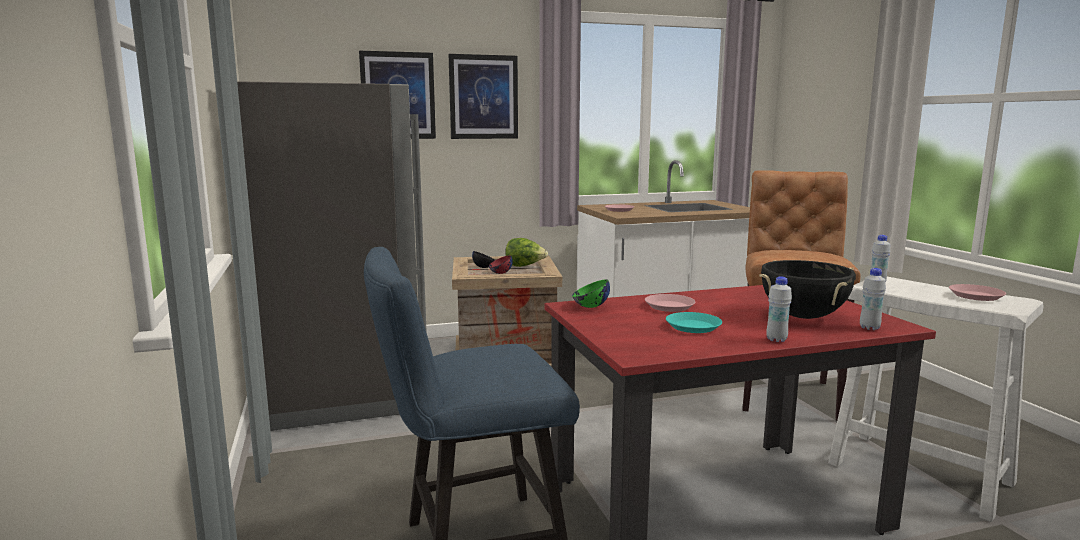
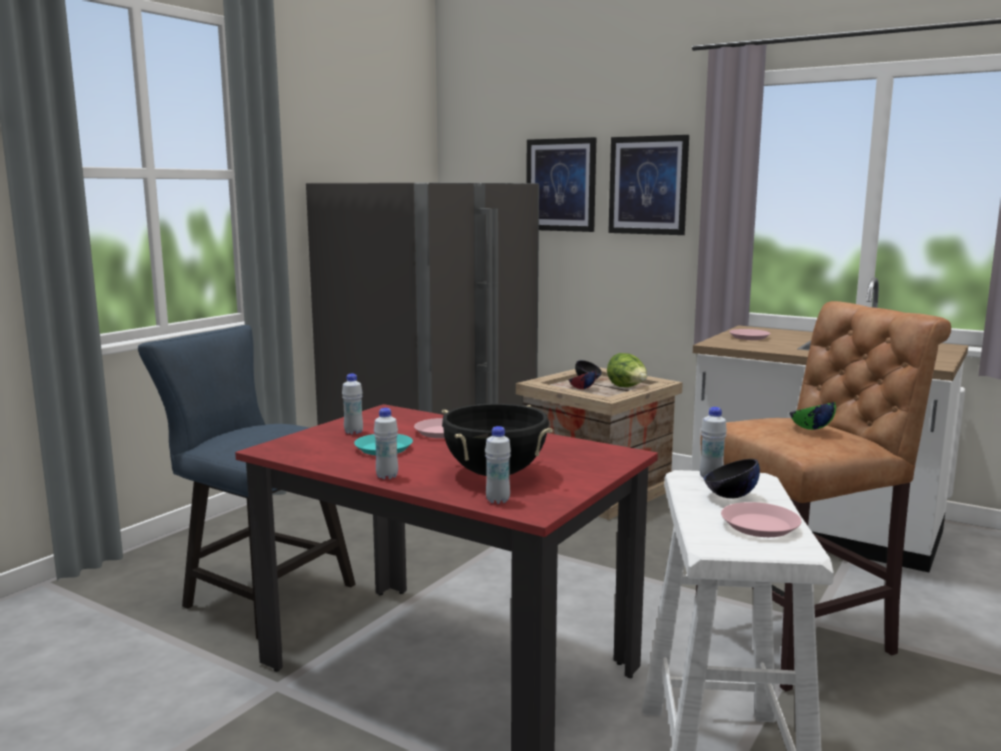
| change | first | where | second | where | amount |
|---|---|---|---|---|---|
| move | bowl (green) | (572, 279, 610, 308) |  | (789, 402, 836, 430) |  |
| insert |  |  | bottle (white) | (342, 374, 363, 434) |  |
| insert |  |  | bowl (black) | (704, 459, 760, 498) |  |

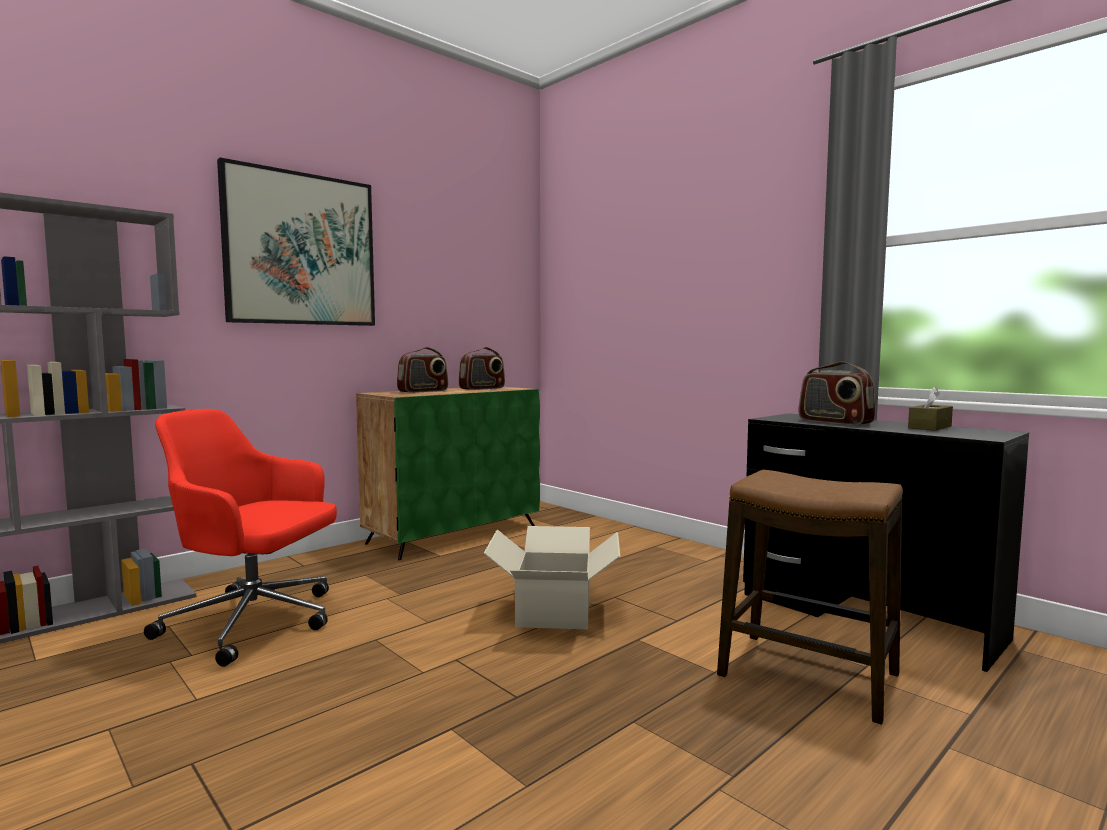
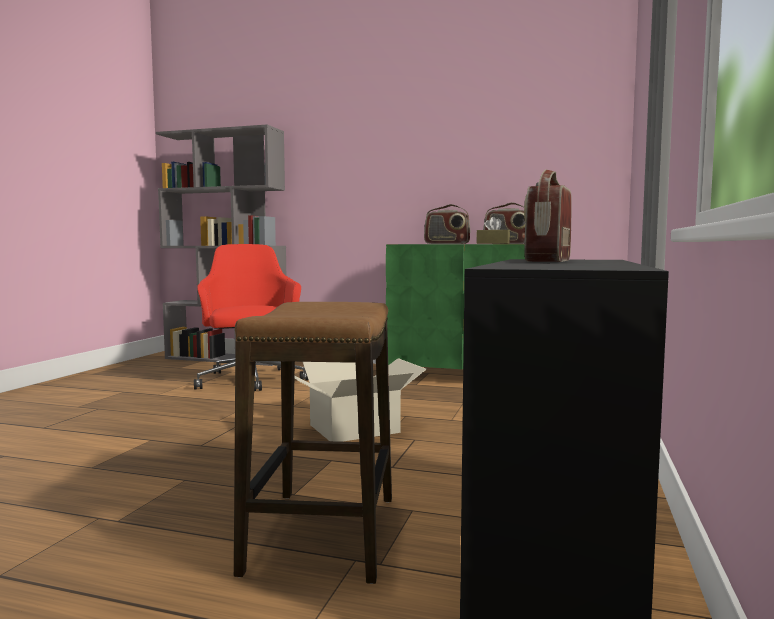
| change | first | where | second | where | amount |
|---|---|---|---|---|---|
| delete | picture | (217, 157, 375, 326) |  |  |  |
| move | tissue box (brown) | (908, 387, 953, 431) |  | (476, 217, 510, 244) |  |

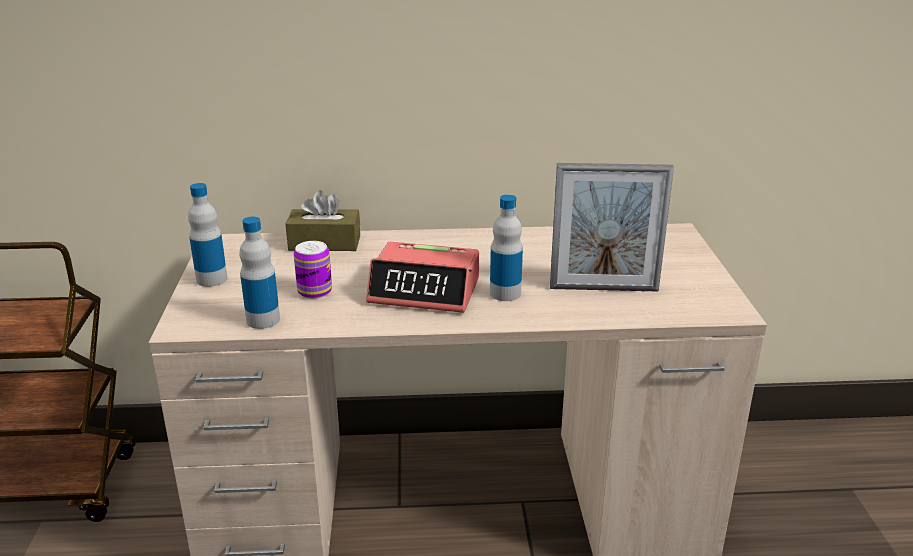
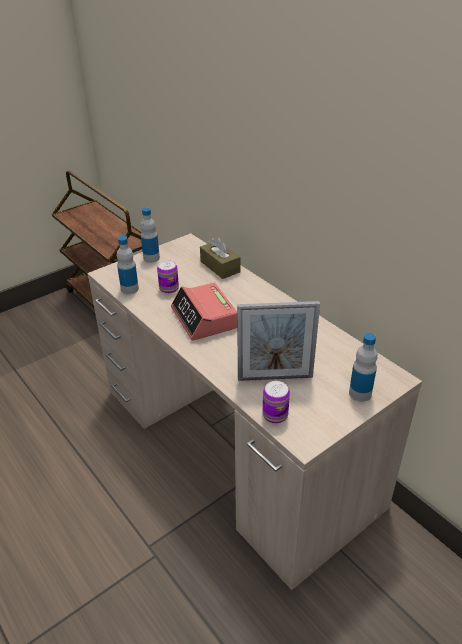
| change | first | where | second | where | amount |
|---|---|---|---|---|---|
| move | bottle | (490, 195, 523, 301) |  | (349, 333, 378, 402) |  |
| rotate | picture frame | (550, 163, 674, 291) |  | (237, 301, 320, 381) | 60 degrees counterclockwise |
| insert |  |  | can | (263, 381, 290, 424) |  |

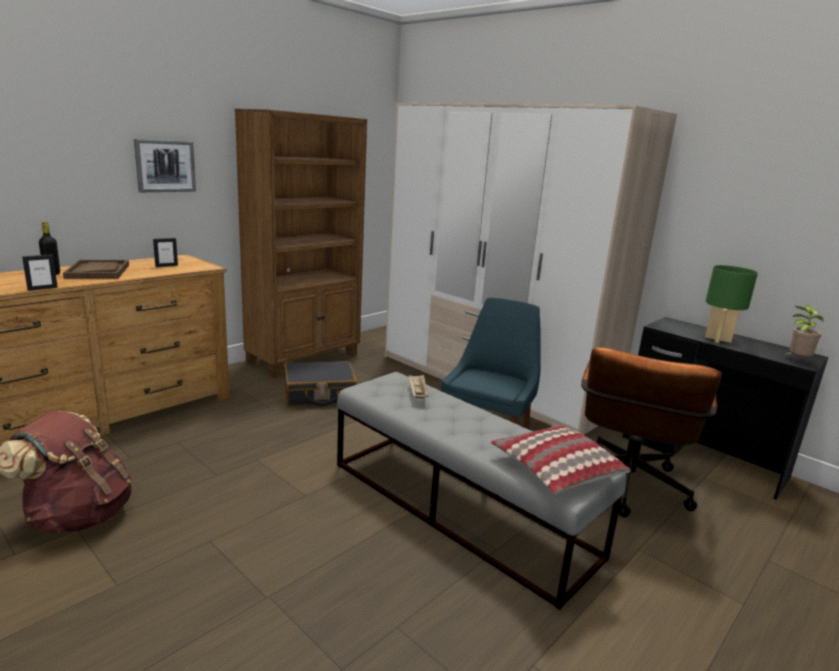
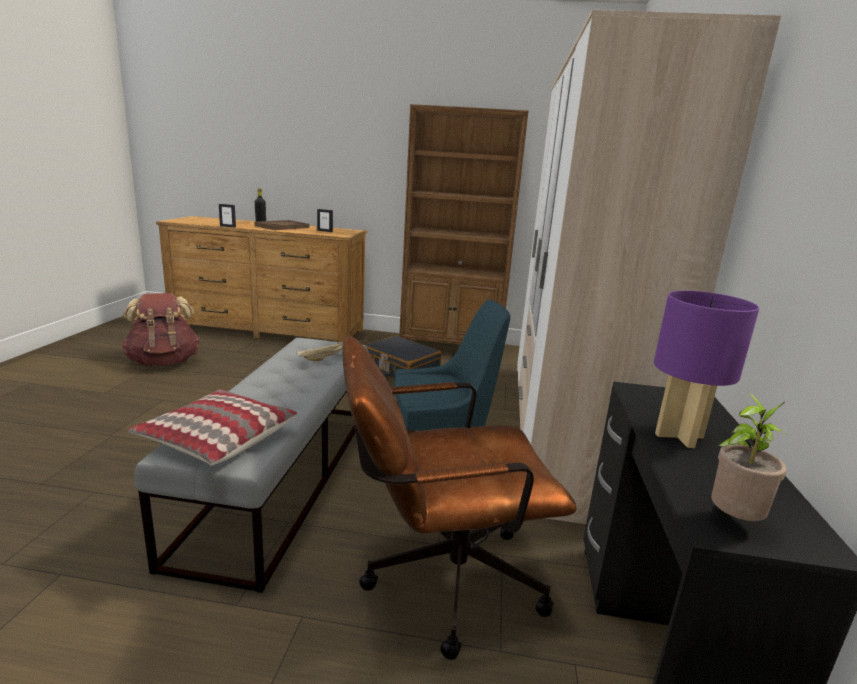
| change | first | where | second | where | amount |
|---|---|---|---|---|---|
| delete | picture | (134, 139, 196, 192) |  |  |  |
| recolor | table lamp (green) | (705, 265, 758, 343) | table lamp (purple) | (654, 290, 759, 448) |  |

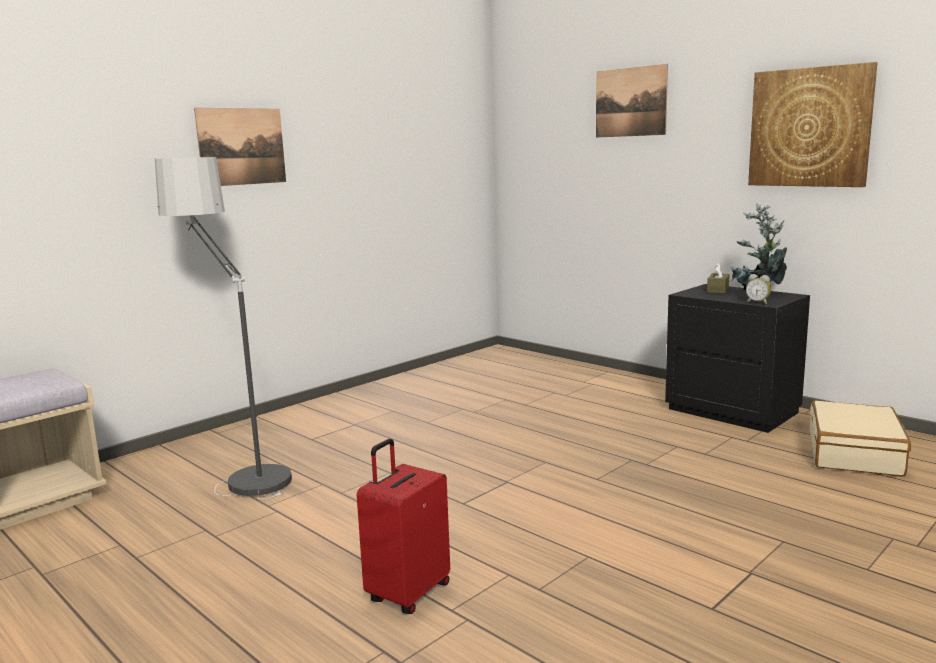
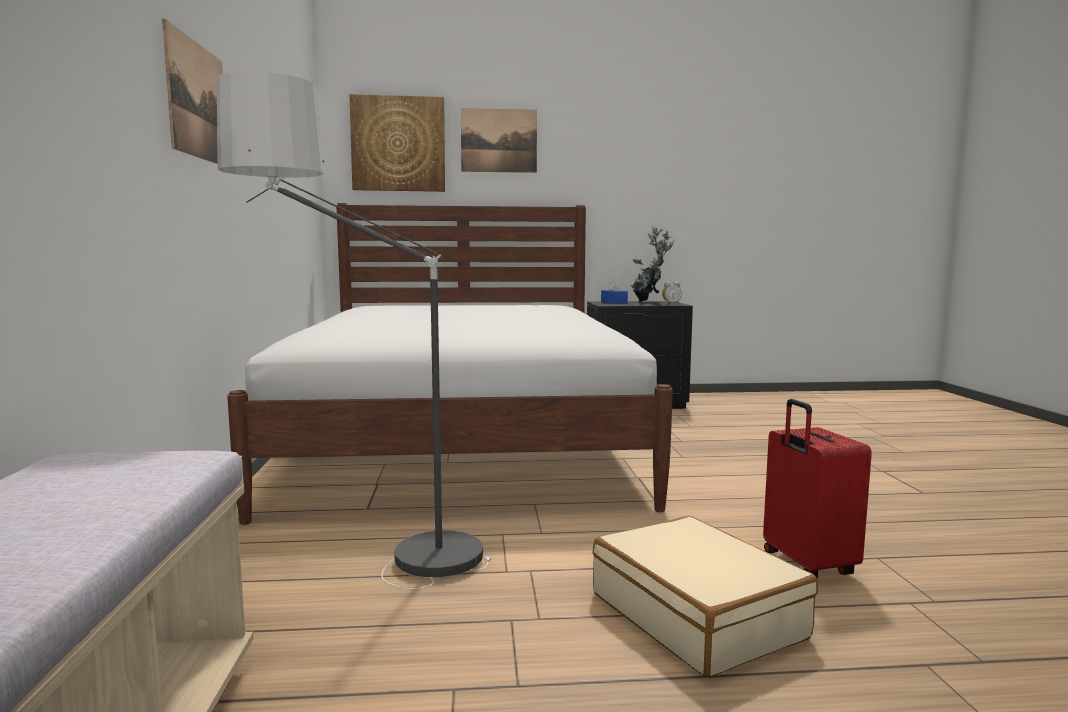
| change | first | where | second | where | amount |
|---|---|---|---|---|---|
| recolor | tissue box (brown) | (707, 263, 730, 293) | tissue box (blue) | (601, 279, 628, 304) |  |
| move | picture | (748, 62, 878, 187) |  | (349, 94, 445, 192) |  |
| move | suitcase (beige) | (810, 400, 911, 477) |  | (593, 516, 818, 677) |  |
| insert |  |  | bed (white) | (227, 203, 673, 525) |  |

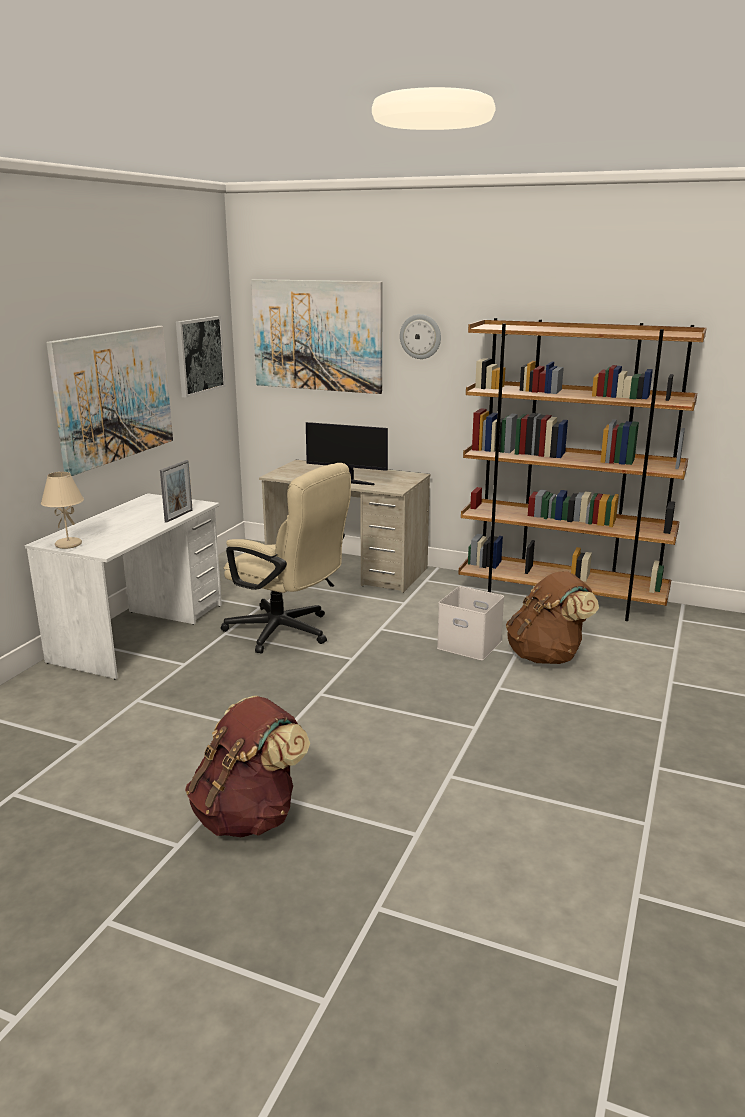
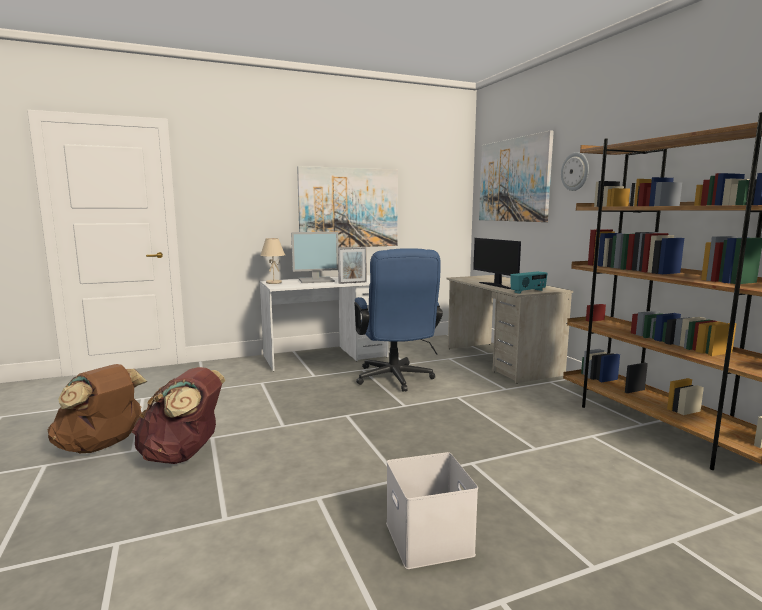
| change | first | where | second | where | amount |
|---|---|---|---|---|---|
| delete | picture | (176, 316, 226, 398) |  |  |  |
| recolor | office chair (beige) | (221, 463, 351, 654) | office chair (blue) | (354, 248, 443, 392) |  |
| move | storage box (white) | (437, 586, 504, 660) |  | (386, 452, 478, 569) |  |
| move | backpack (brown) | (506, 571, 599, 664) |  | (48, 364, 147, 453) |  |
| insert |  |  | monitor | (291, 232, 338, 283) |  |
| insert |  |  | radio | (510, 271, 548, 294) |  |

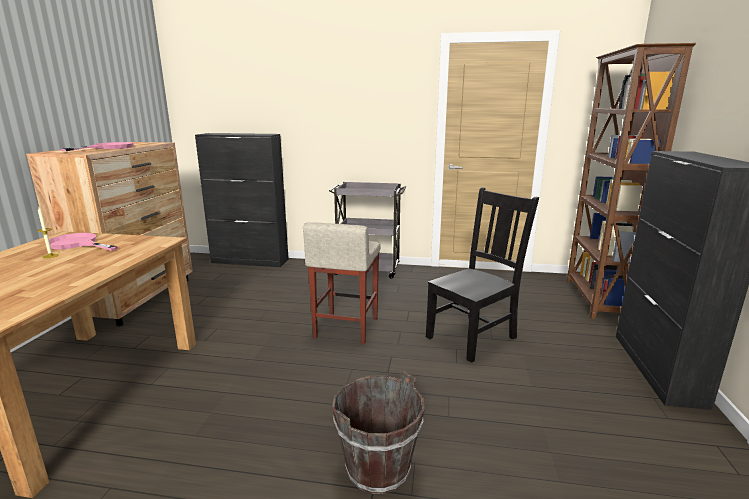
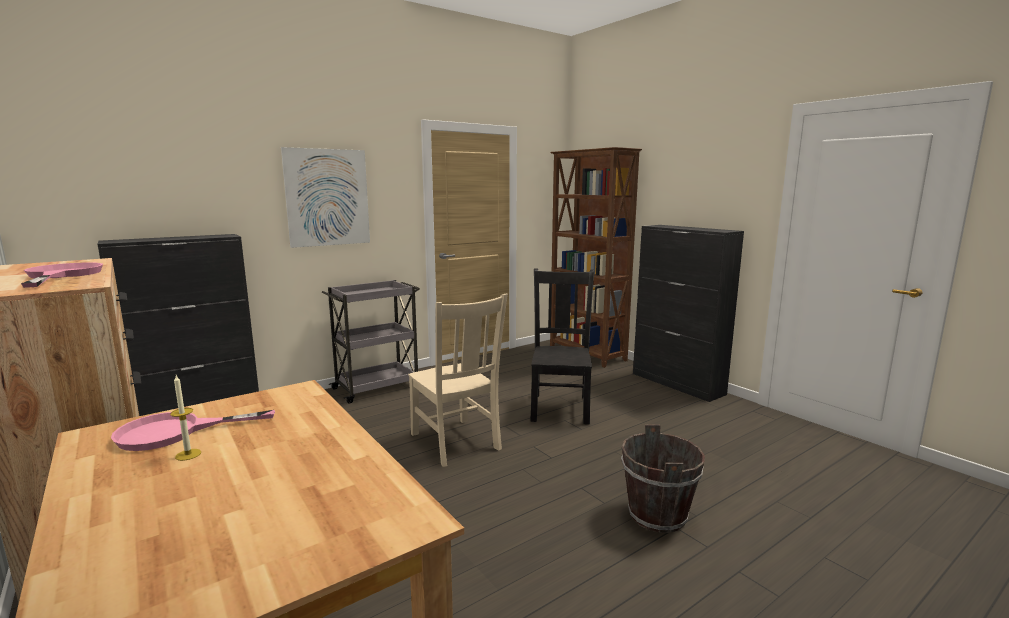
| change | first | where | second | where | amount |
|---|---|---|---|---|---|
| replace | stool (beige) | (303, 222, 380, 344) | chair (beige) | (408, 294, 508, 467) |  |
| insert |  |  | picture | (281, 147, 370, 248) |  |

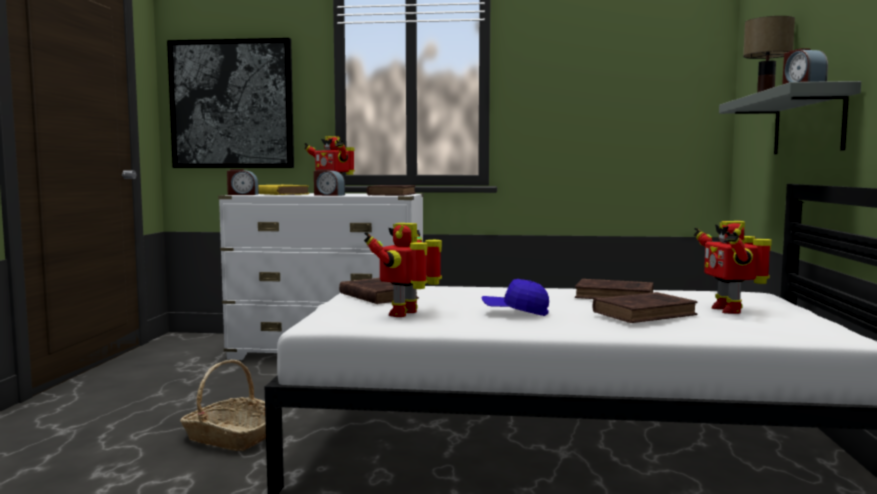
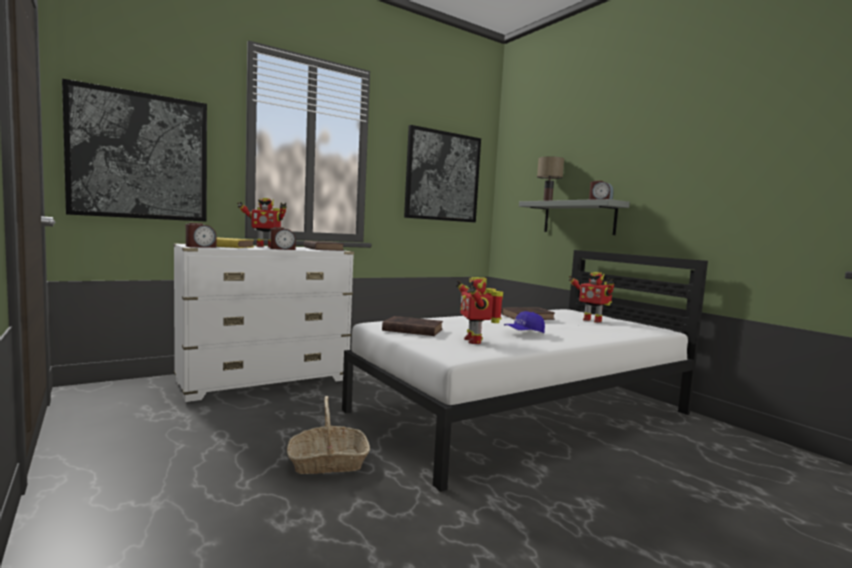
| change | first | where | second | where | amount |
|---|---|---|---|---|---|
| delete | book (brown) | (593, 292, 698, 323) |  |  |  |
| insert |  |  | picture | (404, 125, 481, 222) |  |

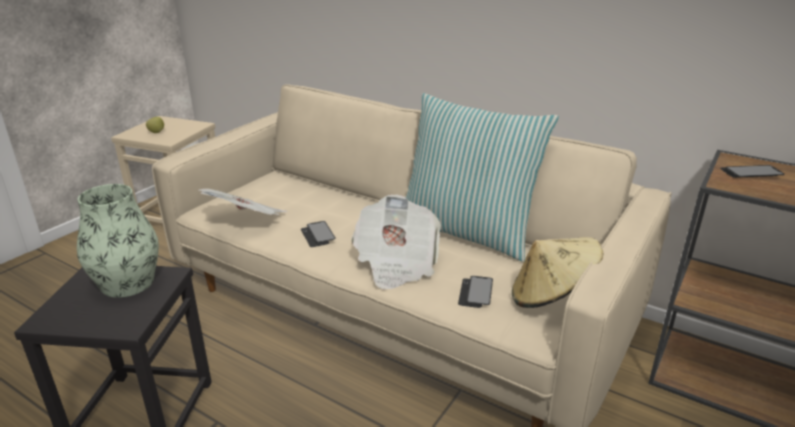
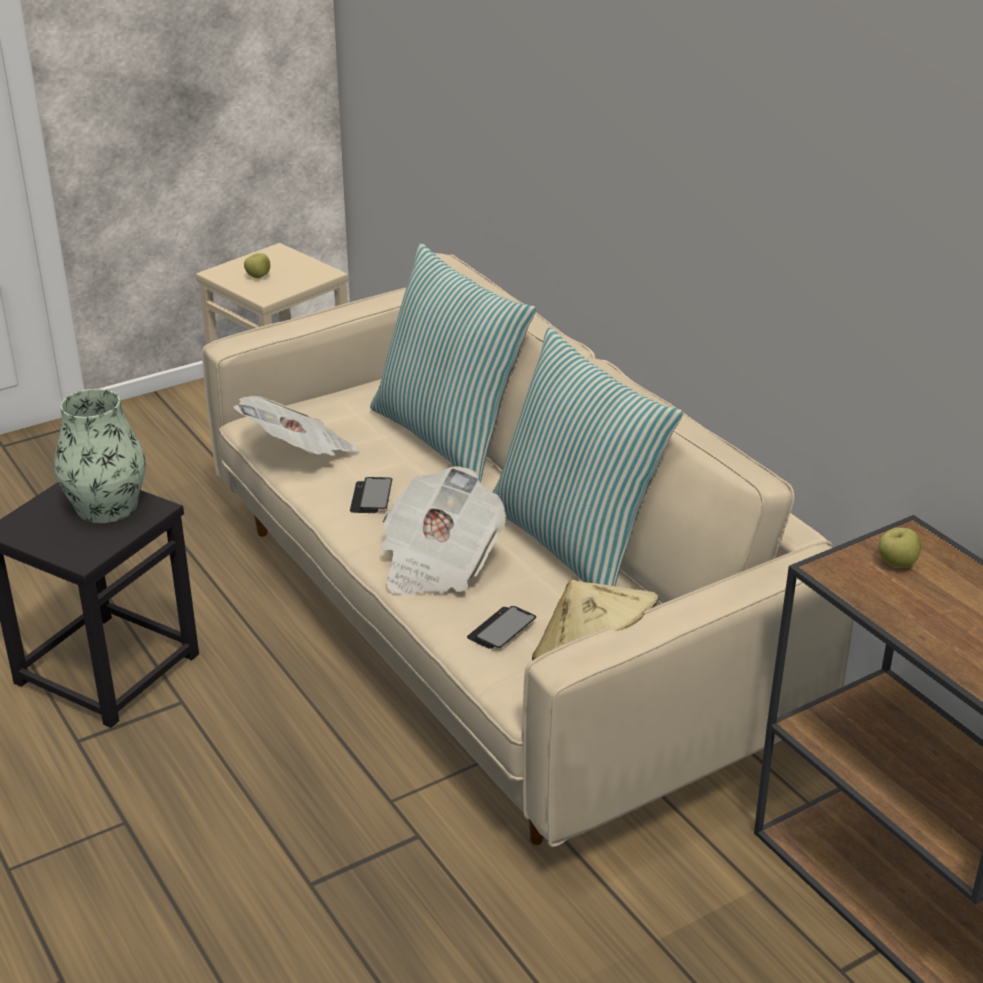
| change | first | where | second | where | amount |
|---|---|---|---|---|---|
| replace | phone | (720, 165, 785, 178) | apple | (879, 528, 921, 568) |  |
| insert |  |  | pillow | (370, 243, 536, 482) |  |

